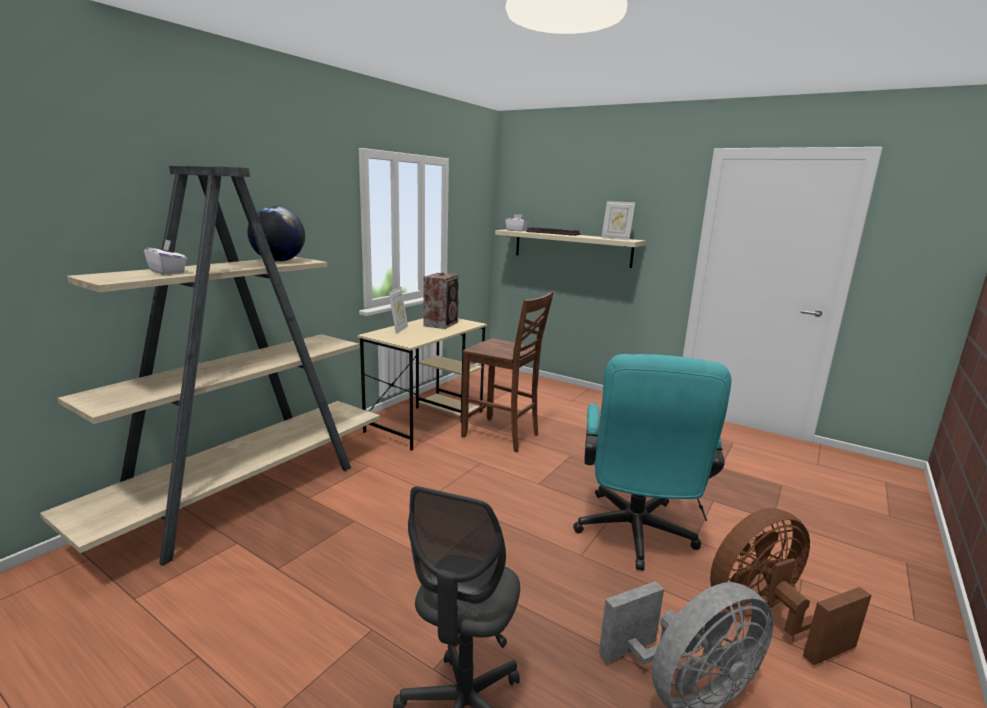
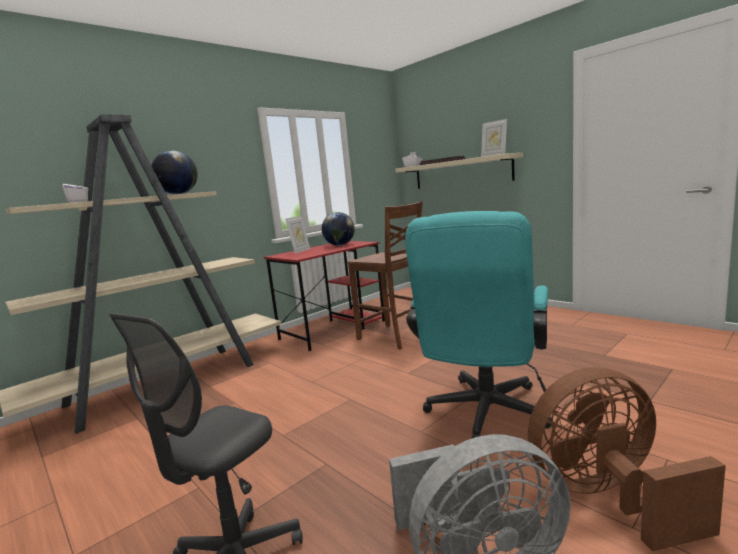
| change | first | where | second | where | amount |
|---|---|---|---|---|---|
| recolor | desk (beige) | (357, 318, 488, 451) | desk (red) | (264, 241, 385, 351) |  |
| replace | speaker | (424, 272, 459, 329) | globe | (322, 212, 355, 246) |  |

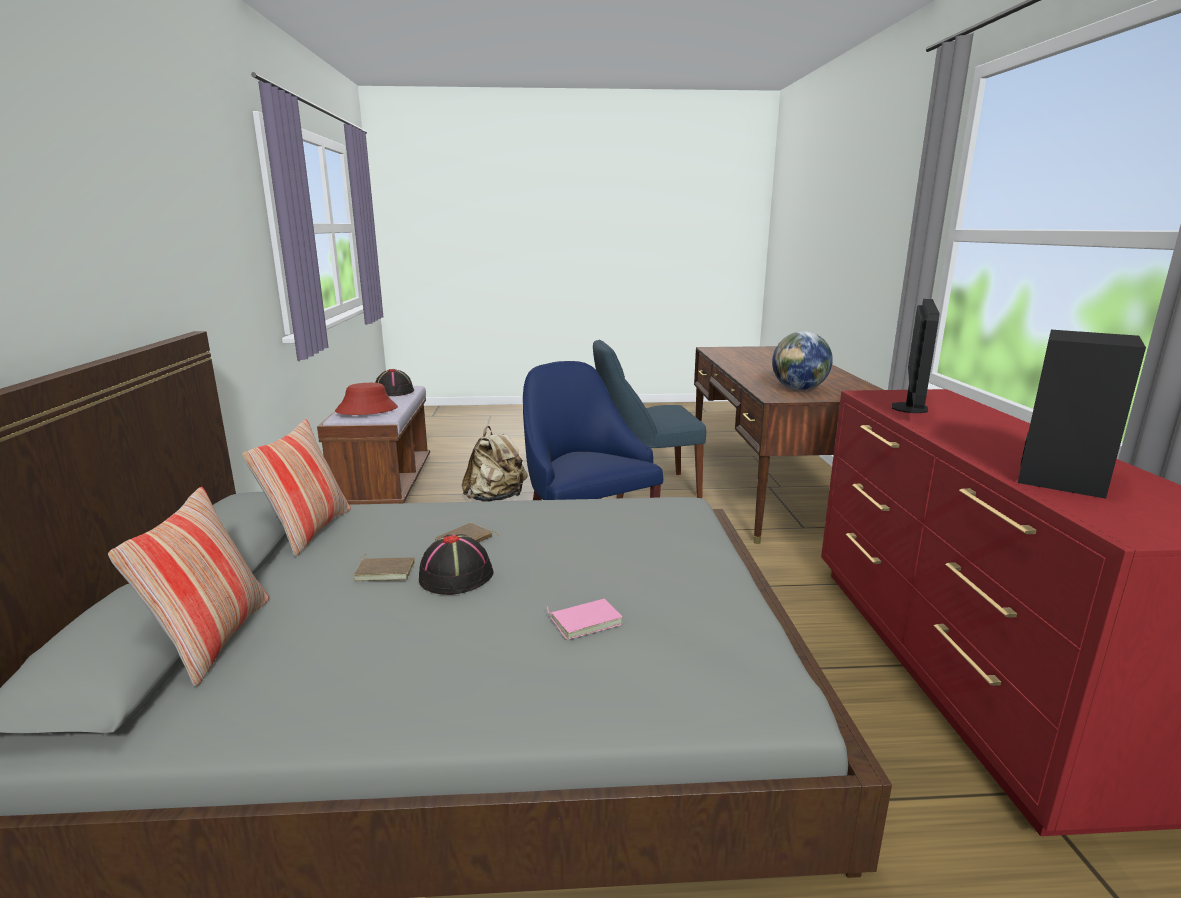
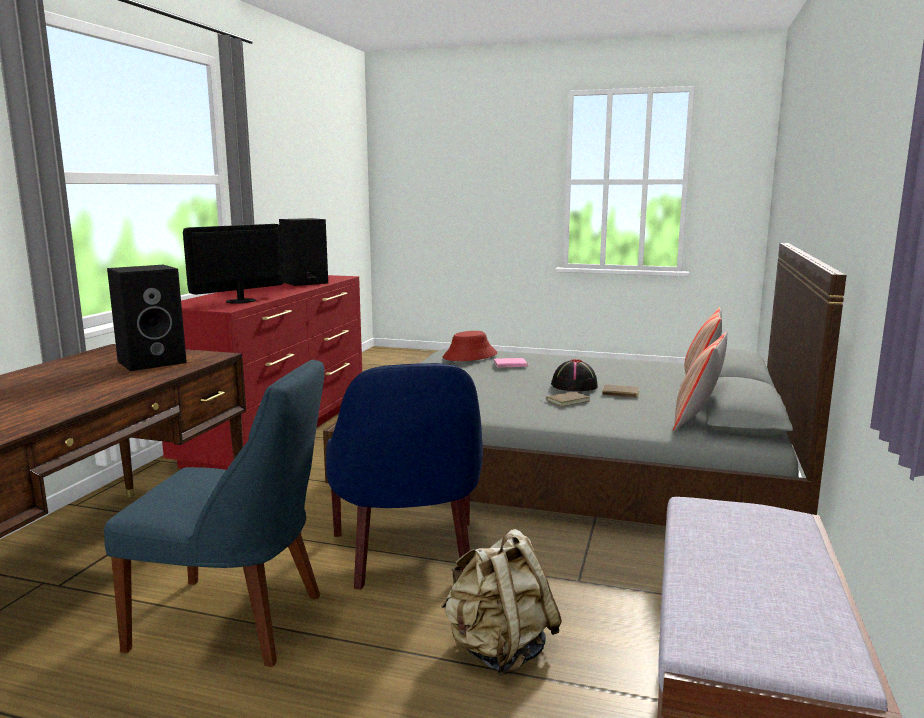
| change | first | where | second | where | amount |
|---|---|---|---|---|---|
| move | hat (red) | (335, 383, 398, 415) |  | (443, 331, 497, 361) |  |
| delete | hat (black) | (375, 369, 414, 396) |  |  |  |
| replace | globe | (772, 331, 833, 390) | speaker (black) | (107, 265, 187, 371) |  |

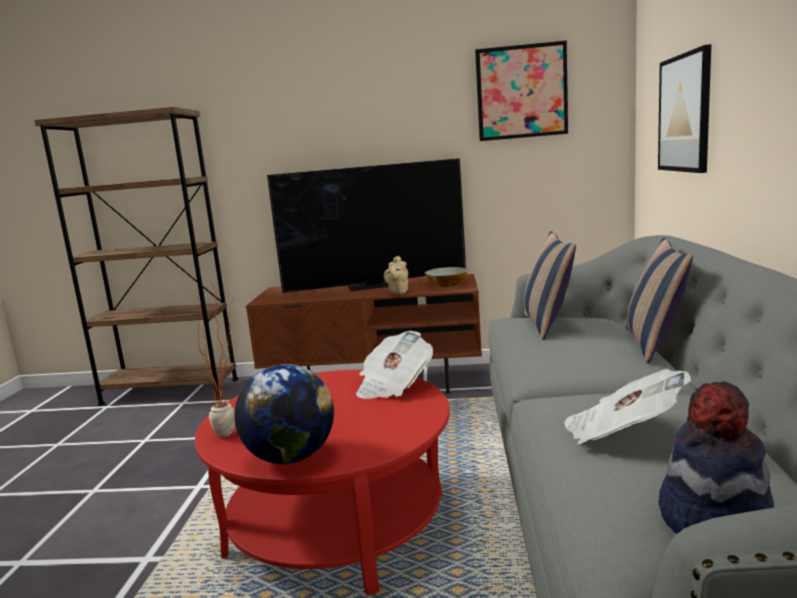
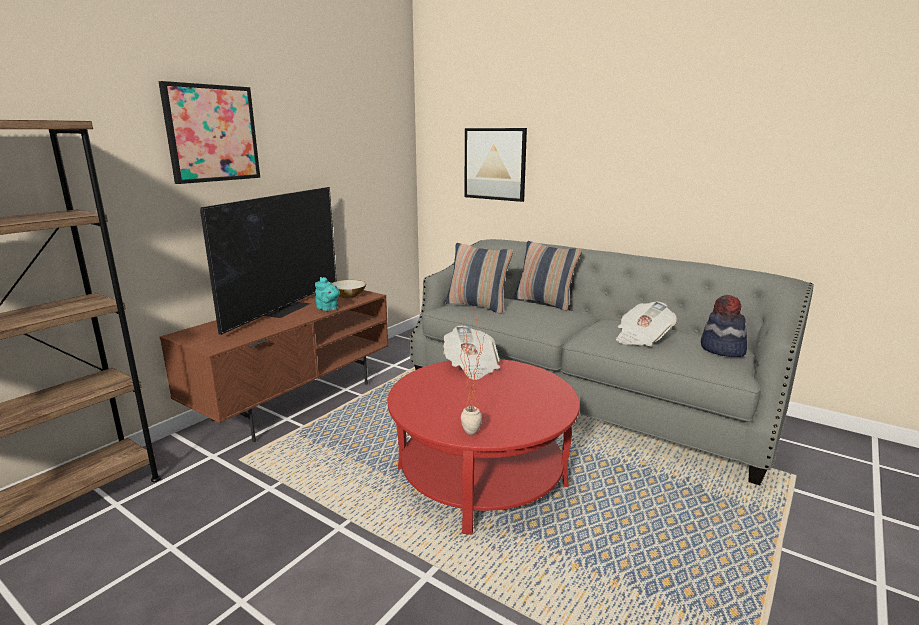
| change | first | where | second | where | amount |
|---|---|---|---|---|---|
| delete | globe | (234, 364, 334, 464) |  |  |  |
| recolor | teapot (beige) | (384, 256, 408, 294) | teapot (turquoise) | (315, 277, 340, 311) |  |
| move | picture | (475, 40, 568, 141) |  | (158, 81, 260, 184) |  |

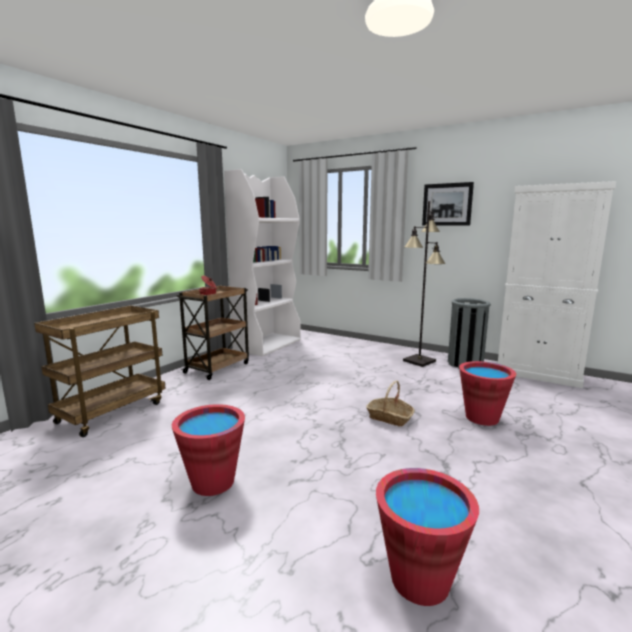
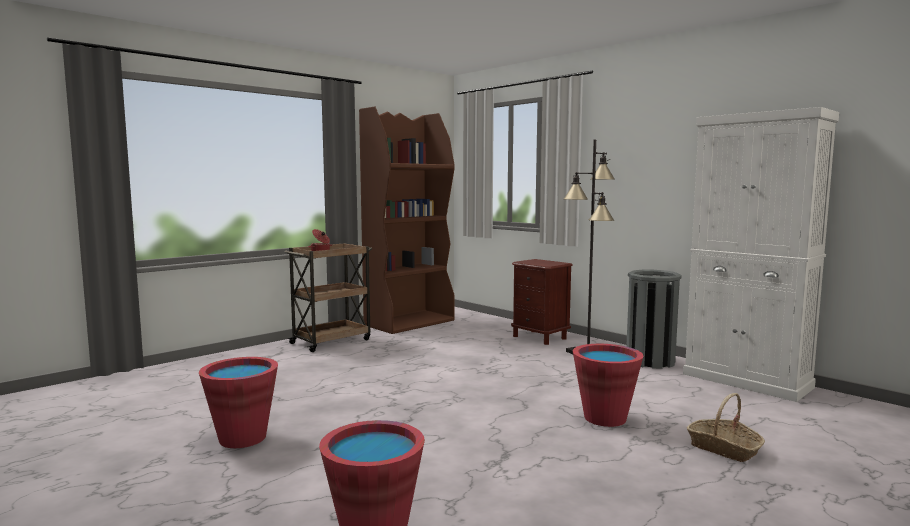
| change | first | where | second | where | amount |
|---|---|---|---|---|---|
| delete | cart (brown) | (34, 305, 166, 437) |  |  |  |
| recolor | bookcase (white) | (224, 169, 301, 356) | bookcase (brown) | (359, 106, 454, 334) |  |
| move | basket | (366, 381, 415, 427) |  | (687, 393, 765, 462) |  |
| delete | picture | (422, 182, 474, 226) |  |  |  |
| insert |  |  | nightstand (brown) | (511, 259, 573, 345) |  |

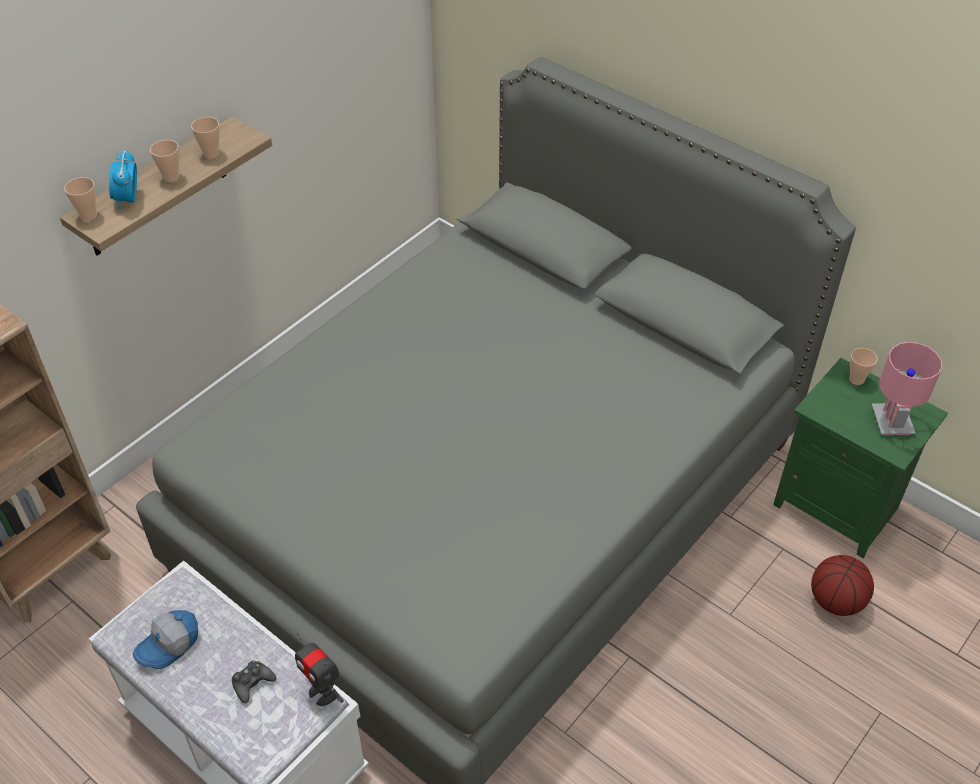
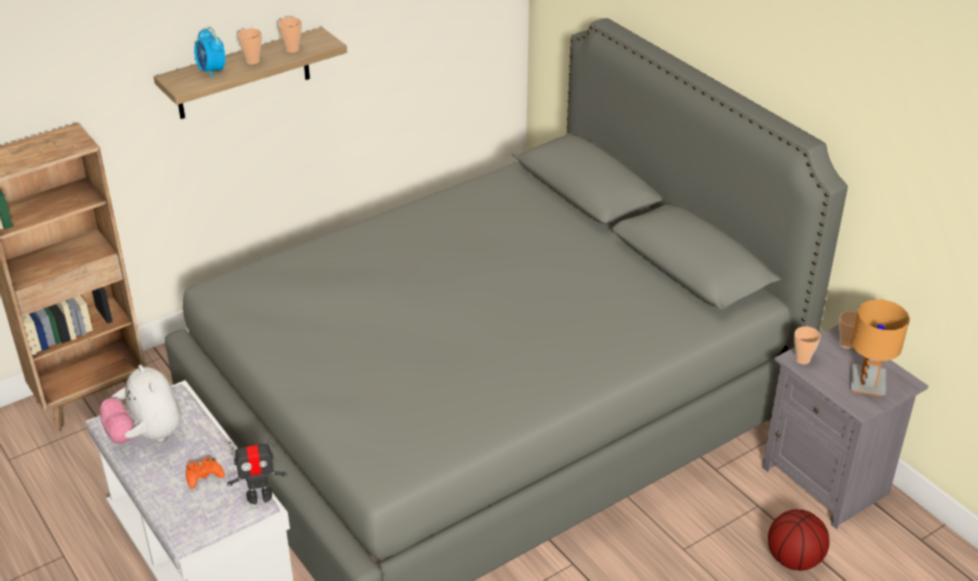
| change | first | where | second | where | amount |
|---|---|---|---|---|---|
| move | cup | (64, 177, 97, 221) |  | (794, 326, 821, 364) |  |
| rotate | alarm clock | (109, 150, 137, 210) |  | (194, 27, 225, 78) | 45 degrees counterclockwise |
| replace | cap | (133, 610, 198, 669) | plush toy | (100, 365, 181, 444) |  |
| recolor | game controller (black) | (232, 661, 277, 703) | game controller (orange) | (186, 457, 225, 489) |  |
| rotate | toy robot | (295, 633, 344, 706) |  | (227, 437, 287, 504) | 75 degrees counterclockwise |
| recolor | nightstand (green) | (773, 358, 948, 559) | nightstand (grey) | (762, 325, 928, 529) |  |
| recolor | table lamp (pink) | (872, 342, 942, 435) | table lamp (brown) | (851, 299, 910, 397) |  |

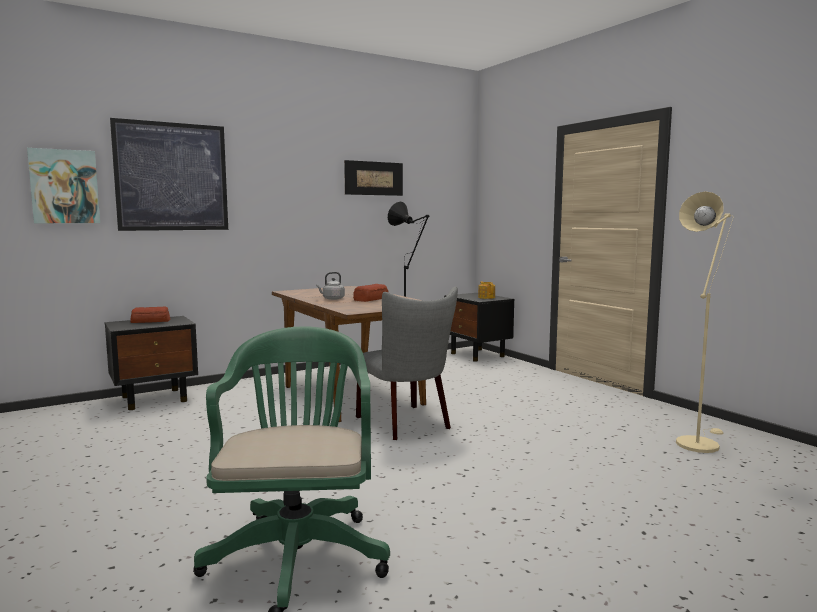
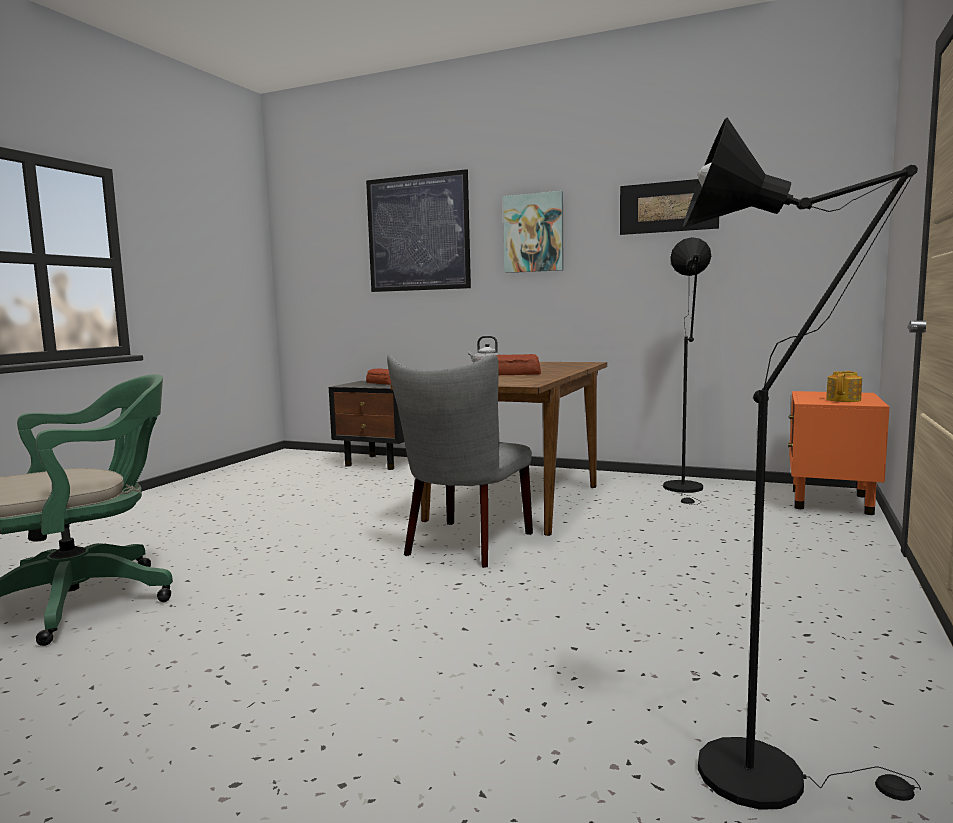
| change | first | where | second | where | amount |
|---|---|---|---|---|---|
| move | picture | (27, 148, 100, 223) |  | (503, 191, 564, 273) |  |
| recolor | nightstand (black) | (444, 293, 514, 362) | nightstand (orange) | (788, 391, 890, 515) |  |
| recolor | floor lamp (beige) | (676, 191, 733, 453) | floor lamp (black) | (683, 117, 921, 810) |  |

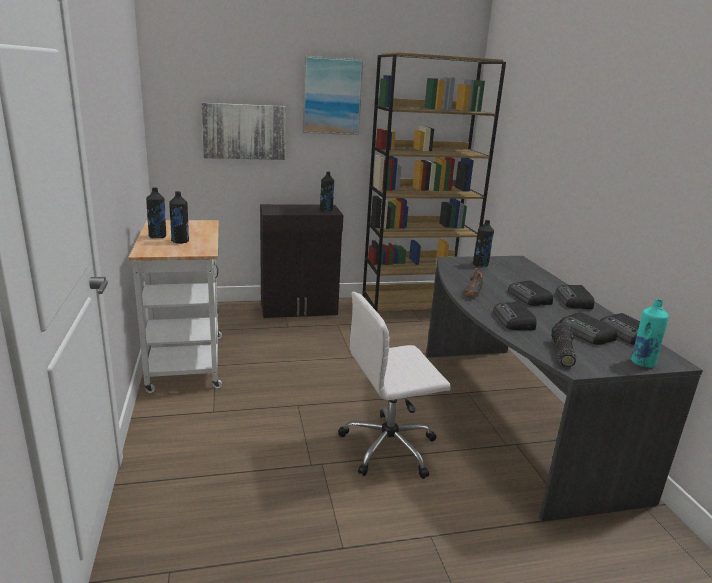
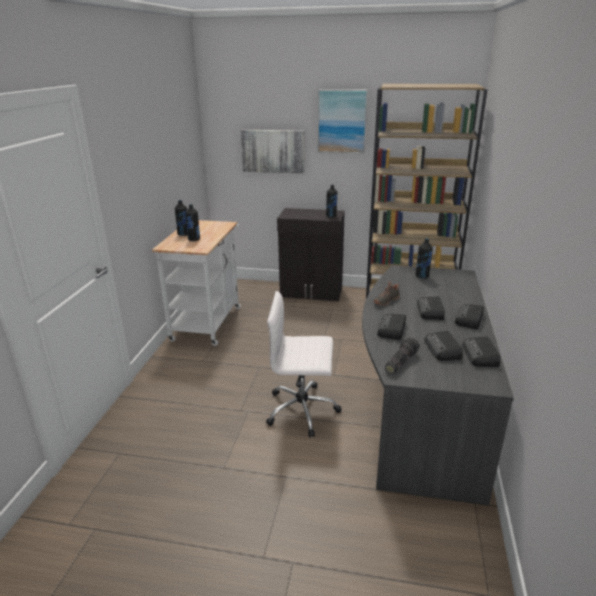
| change | first | where | second | where | amount |
|---|---|---|---|---|---|
| delete | bottle (turquoise) | (631, 299, 669, 368) |  |  |  |

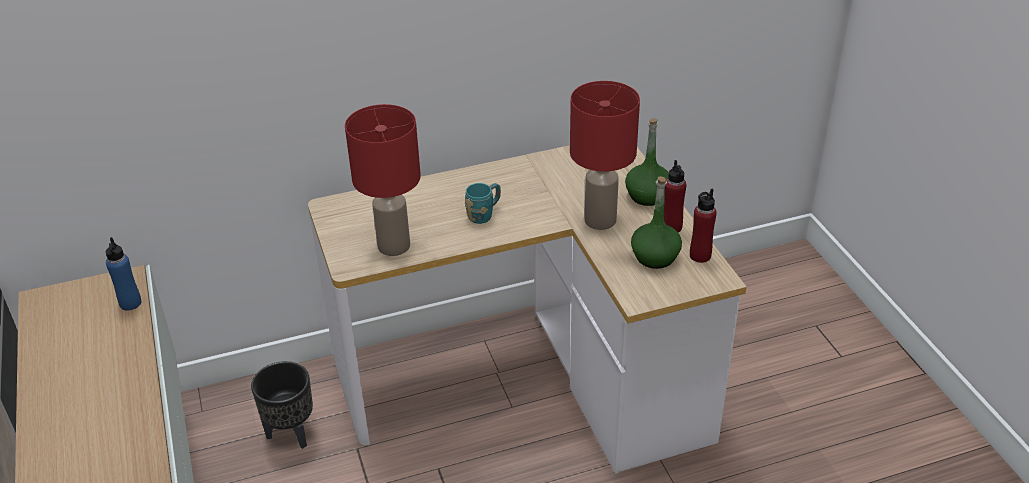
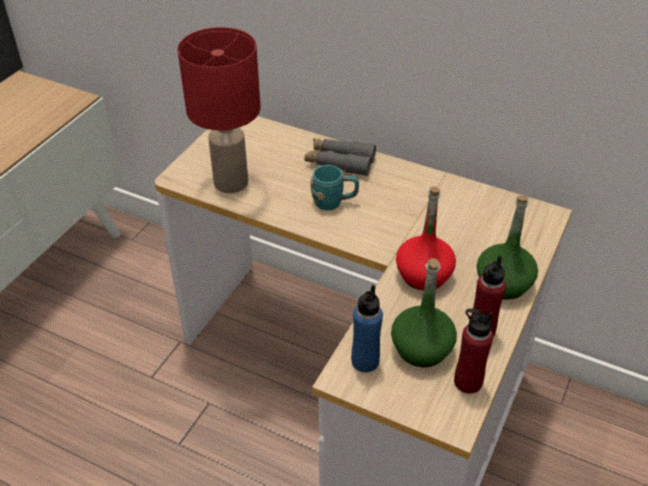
| change | first | where | second | where | amount |
|---|---|---|---|---|---|
| move | bottle (blue) | (106, 237, 142, 310) |  | (351, 285, 383, 372) |  |
| delete | planter (black) | (251, 361, 313, 449) |  |  |  |
| replace | table lamp (red) | (570, 81, 640, 230) | bottle (red) | (396, 186, 456, 291) |  |
| insert |  |  | binoculars (grey) | (305, 138, 376, 176) |  |

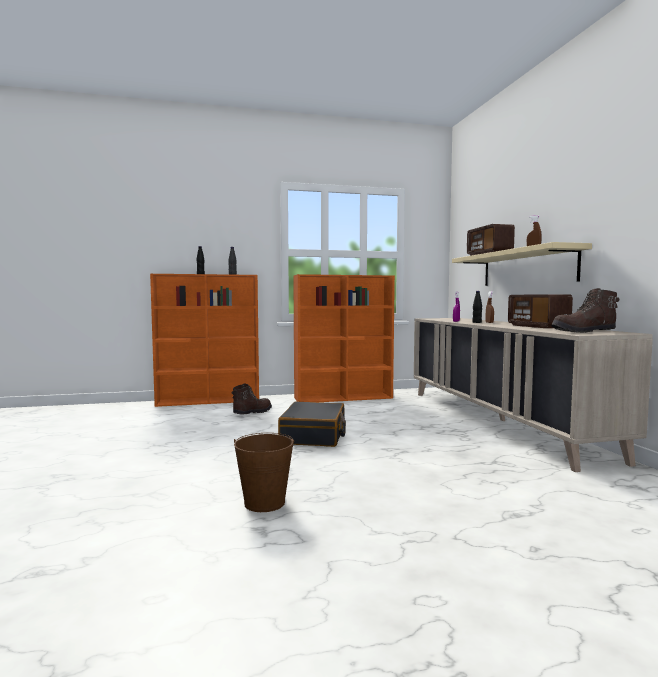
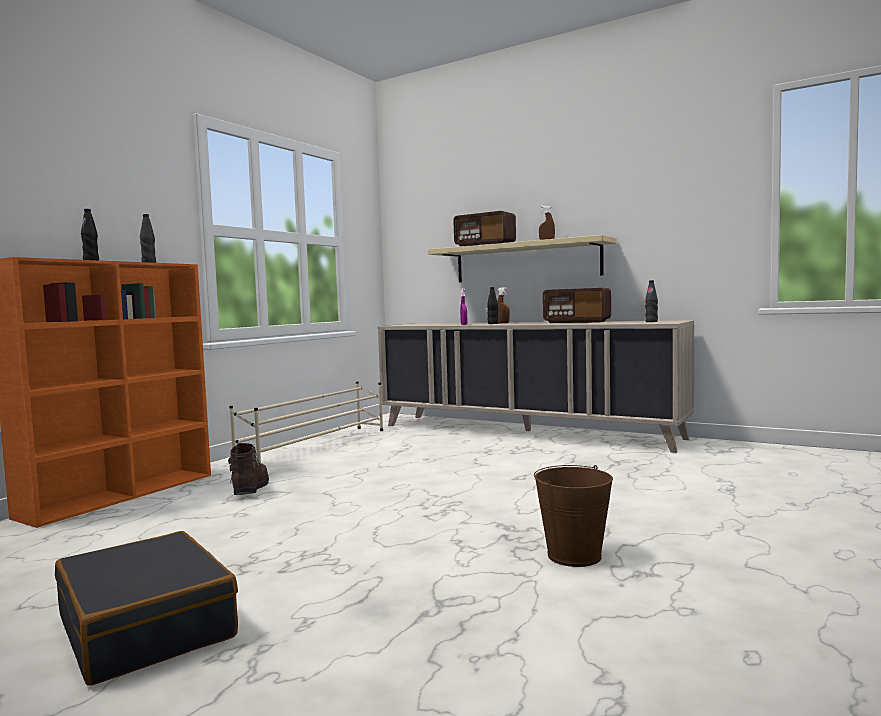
| change | first | where | second | where | amount |
|---|---|---|---|---|---|
| move | suitcase (black) | (278, 401, 346, 447) |  | (55, 531, 238, 686) |  |
| replace | bookcase (orange) | (293, 274, 395, 402) | shoe rack (beige) | (229, 381, 383, 463) |  |
| replace | boot (brown) | (551, 288, 619, 333) | bottle (black) | (645, 280, 658, 322) |  |

